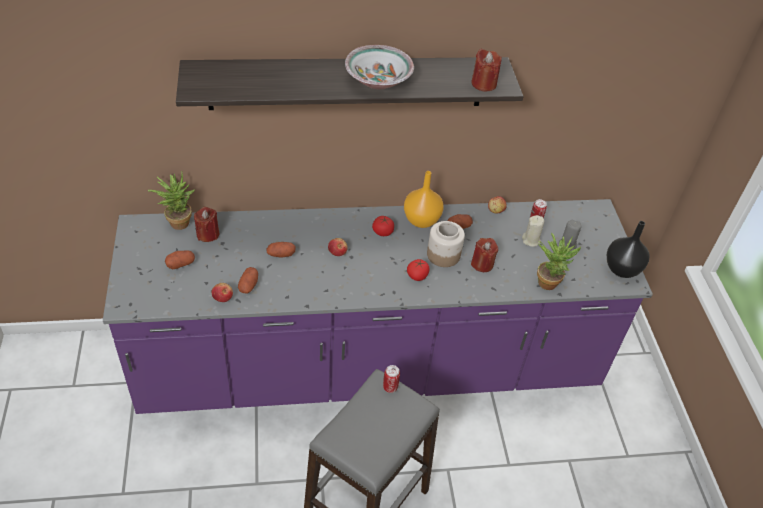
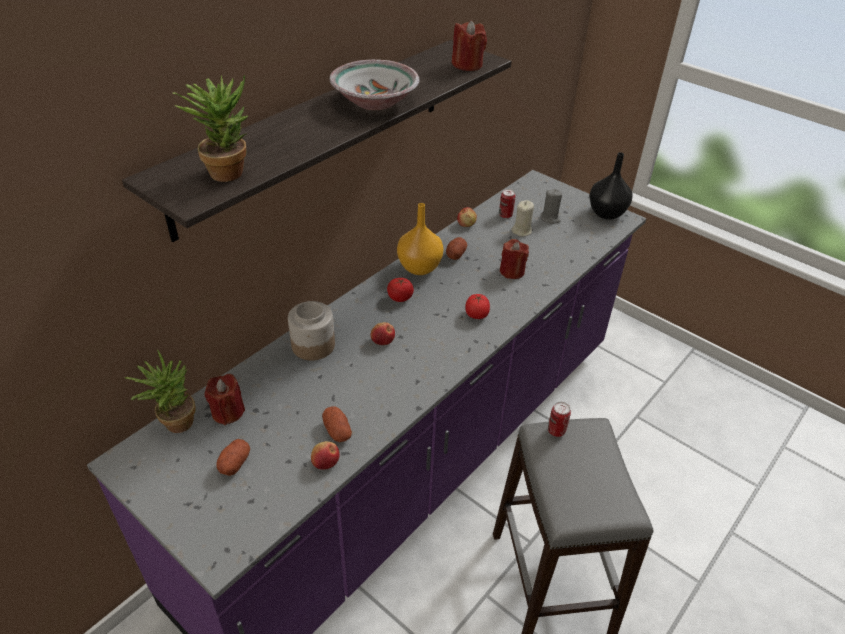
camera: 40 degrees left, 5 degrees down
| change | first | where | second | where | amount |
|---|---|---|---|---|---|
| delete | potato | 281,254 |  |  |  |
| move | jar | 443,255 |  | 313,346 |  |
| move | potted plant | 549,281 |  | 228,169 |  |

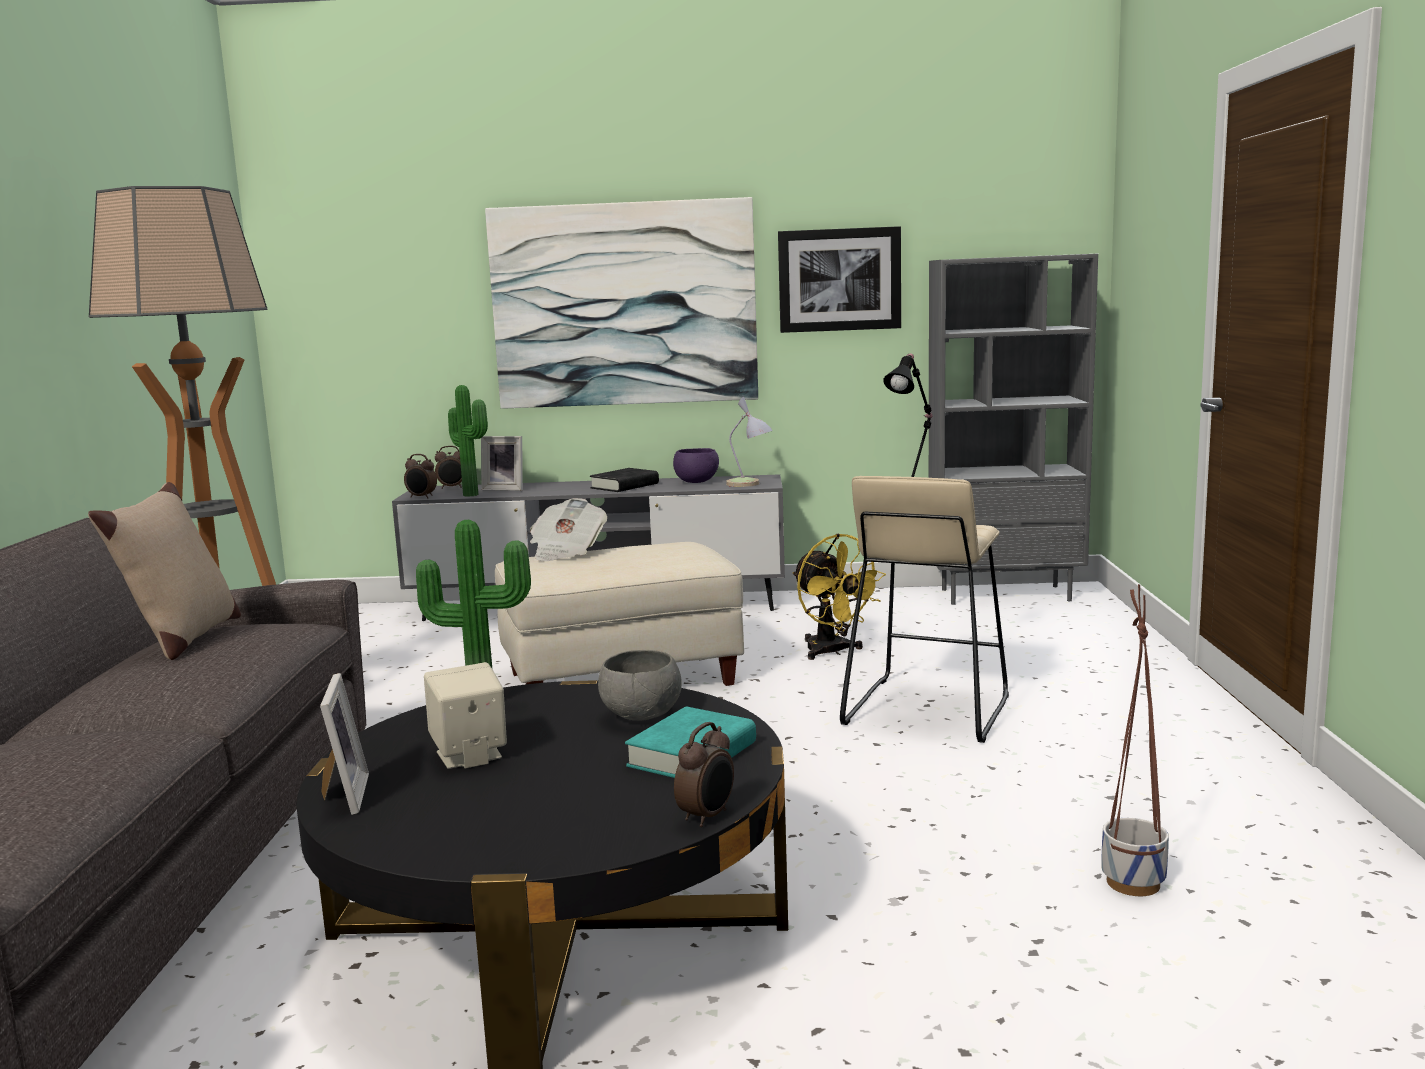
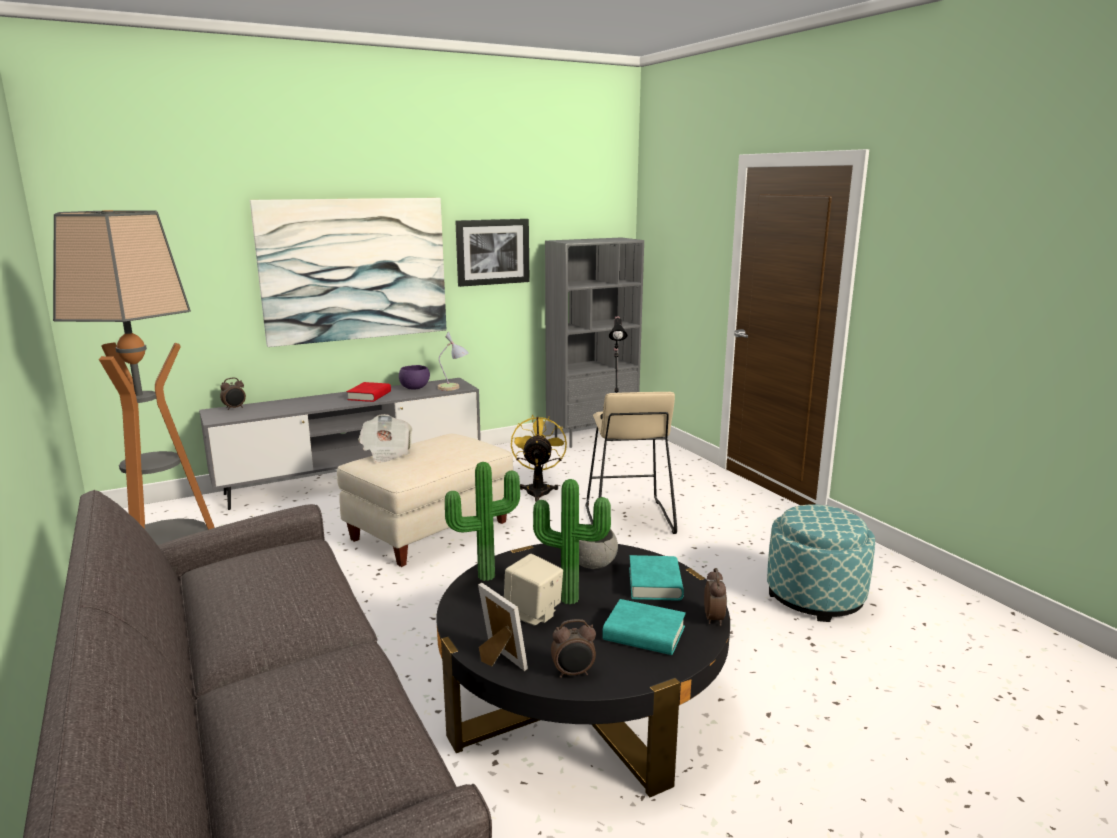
camera: 30 degrees left, 5 degrees up
| change | first | where | second | where | amount |
|---|---|---|---|---|---|
| delete | pillow (beige) | 183,640 |  |  |  |
| move | alarm clock | 421,497 |  | 573,673 |  |
| move | potted plant | 473,494 |  | 570,597 |  |
| delete | picture frame | 505,489 |  |  |  |
| recolor | book (black) | 624,486 | book (red) | 369,396 |  |
| rotate | fan (yellow) | 832,652 |  | 538,490 | 120 degrees counterclockwise |
| replace | planter | 1132,883 | ottoman | 815,597 |  |
| insert |  |  | book (turquoise) | 644,634 |  |

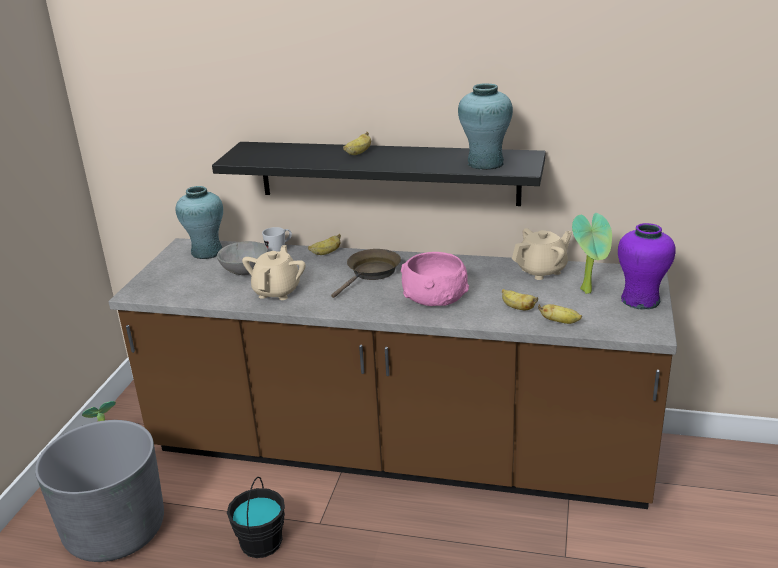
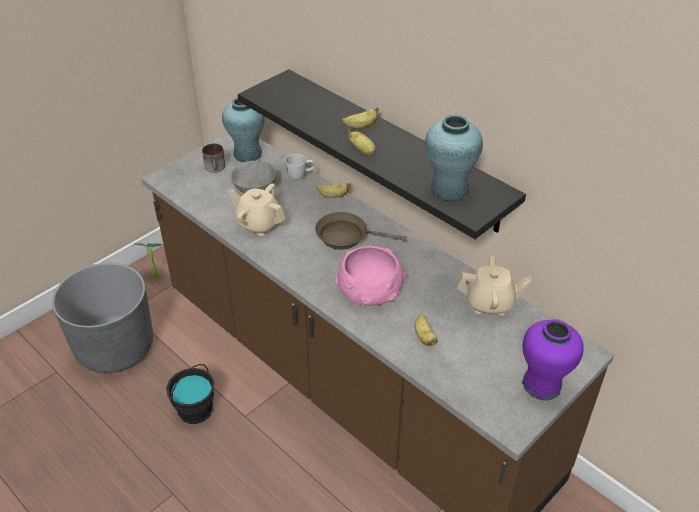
camera: 30 degrees right, 15 degrees up
| change | first | where | second | where | amount |
|---|---|---|---|---|---|
| rotate | teapot (beige) | 277,291 |  | 258,224 | 105 degrees counterclockwise |
| rotate | frying pan (brown) | 371,273 |  | 346,237 | 150 degrees counterclockwise |
| move | banana | 560,322 |  | 363,151 |  |
| delete | potted plant | 589,291 |  |  |  |
| insert |  |  | mug | 216,168 |  |

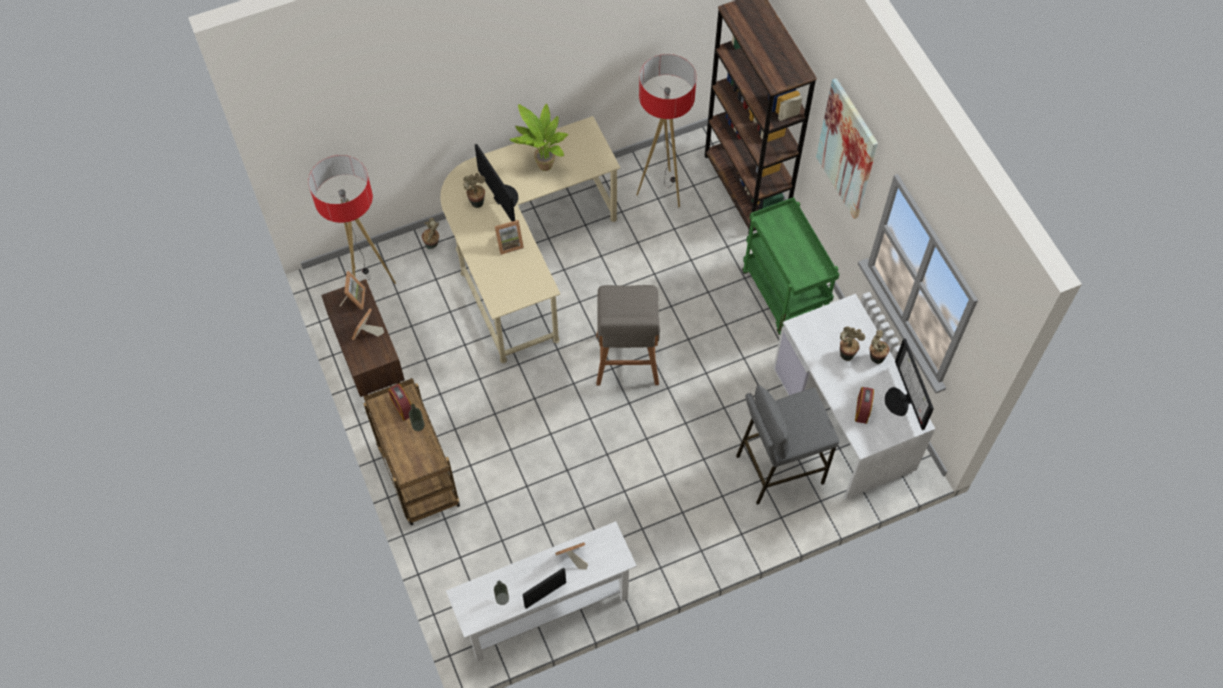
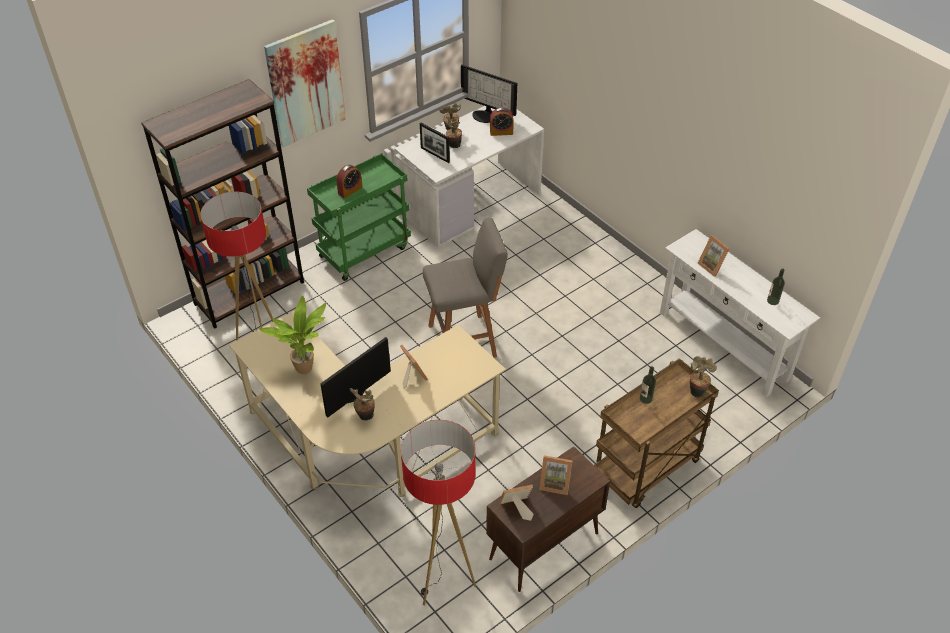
camera: 105 degrees left, 15 degrees down
| change | first | where | second | where | amount |
|---|---|---|---|---|---|
| move | alarm clock | 402,407 |  | 350,190 |  |
| move | potted plant | 433,245 |  | 697,390 |  |
| move | picture frame | 545,594 |  | 435,155 |  |
| delete | stool (grey) | 779,468 |  |  |  |
| rotate | monitor | 900,401 |  | 485,115 | 60 degrees clockwise |

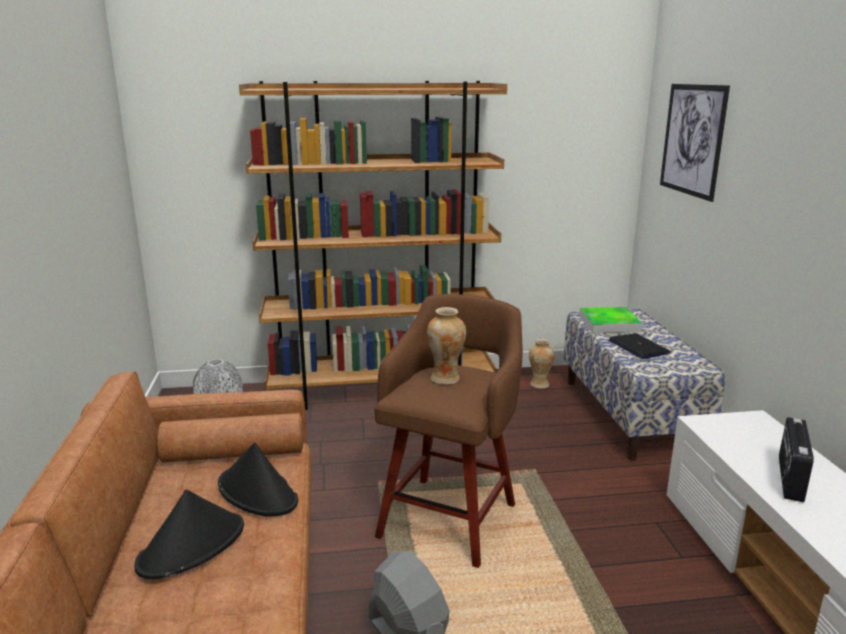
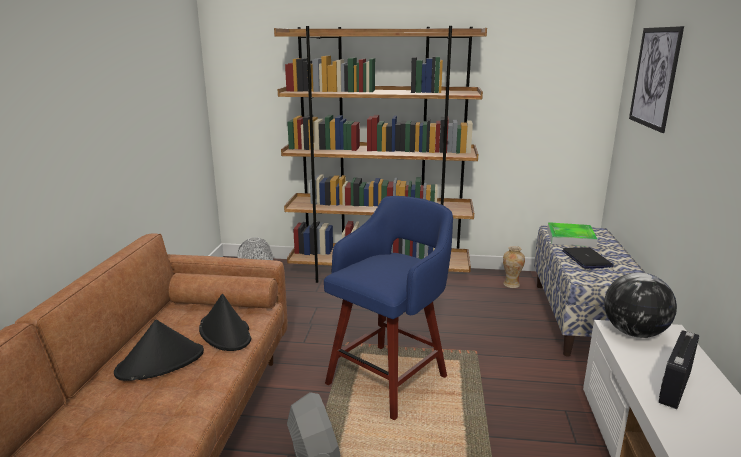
camera: 15 degrees right, 0 degrees up
| change | first | where | second | where | amount |
|---|---|---|---|---|---|
| recolor | stool (brown) | 450,517 | stool (blue) | 389,378 |  |
| delete | vase | 445,379 |  |  |  |
| insert |  |  | globe | 633,333 |  |

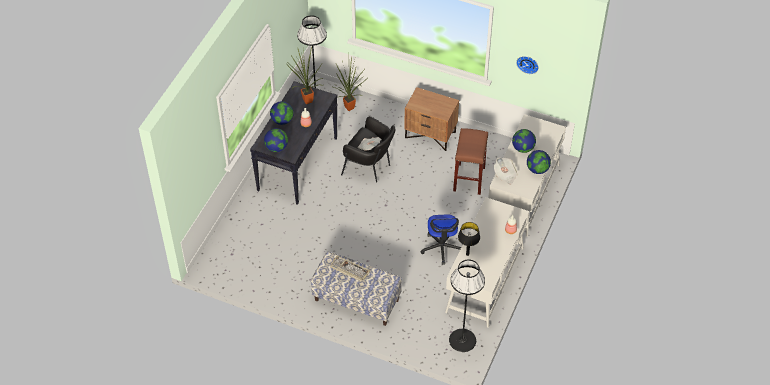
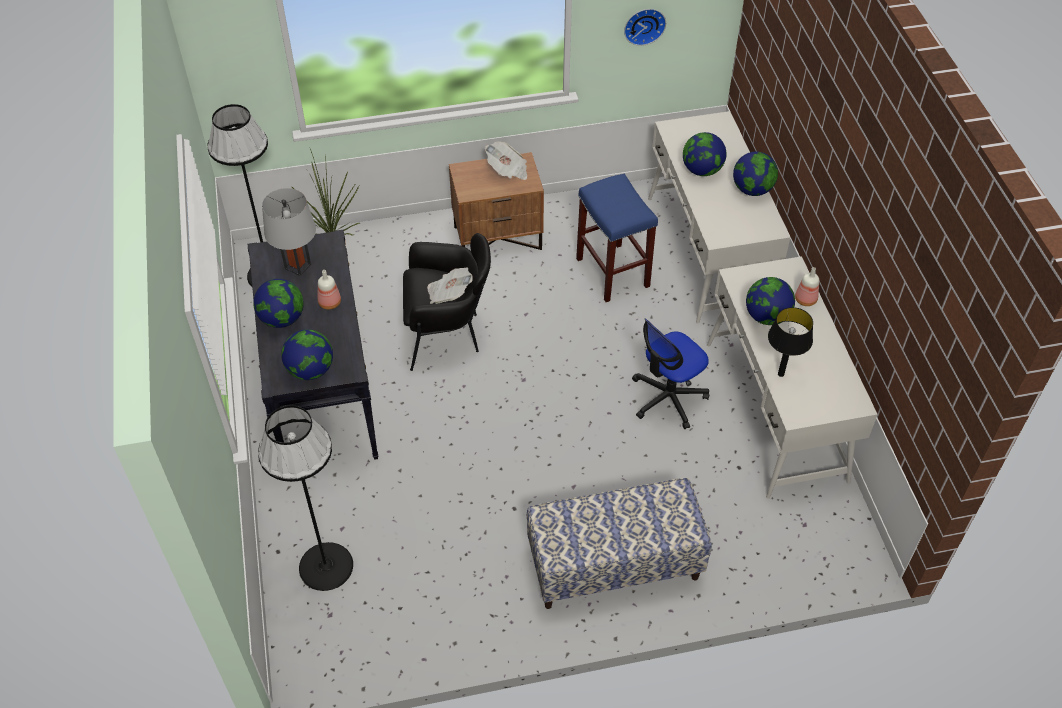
camera: 35 degrees left, 0 degrees up
| change | first | where | second | where | amount |
|---|---|---|---|---|---|
| replace | potted plant | 306,101 | table lamp (grey) | 298,266 |  |
| delete | keyboard | 349,269 |  |  |  |
| rotate | office chair | 441,248 |  | 668,398 | 90 degrees clockwise |
| move | floor lamp (black) | 462,340 |  | 325,566 |  |
| recolor | stool (brown) | 469,178 | stool (blue) | 611,272 |  |
| move | newspaper | 505,175 |  | 507,170 |  |
| insert |  |  | globe | 766,316 |  |

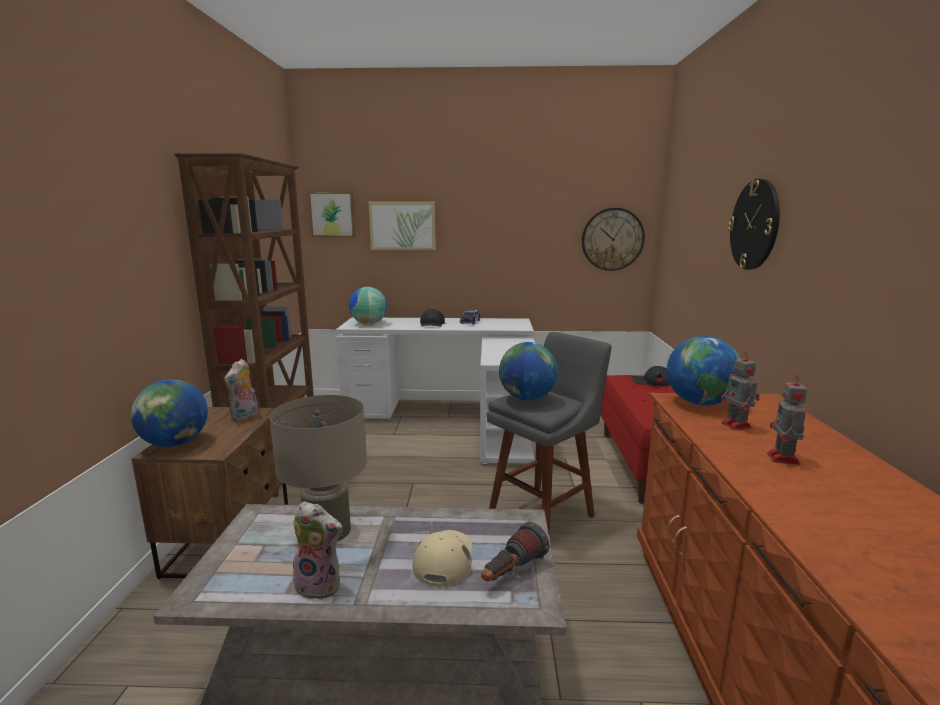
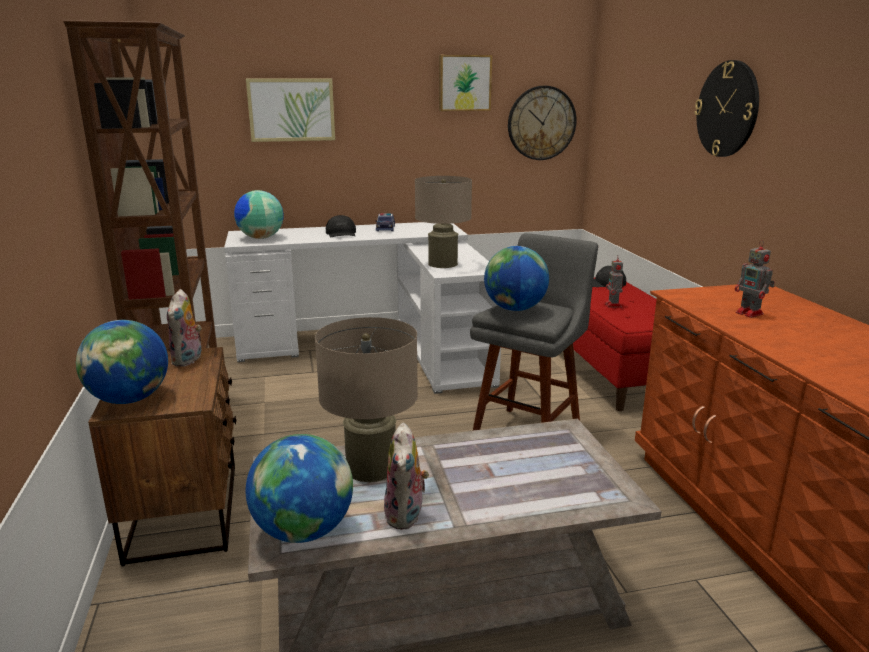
camera: 15 degrees left, 5 degrees up
| change | first | where | second | where | amount |
|---|---|---|---|---|---|
| rotate | plush toy | 321,584 |  | 406,516 | 90 degrees clockwise |
| move | picture | 333,214 |  | 464,83 |  |
| delete | cap (beige) | 444,559 |  |  |  |
| delete | flashlight | 511,572 |  |  |  |
| move | globe | 699,403 |  | 303,531 |  |
| move | toy robot | 783,459 |  | 613,305 |  |
| insert |  |  | table lamp (beige) | 443,264 |  |

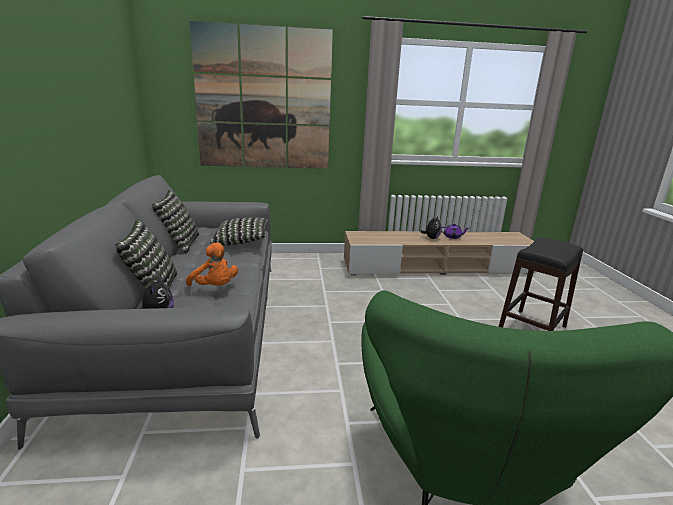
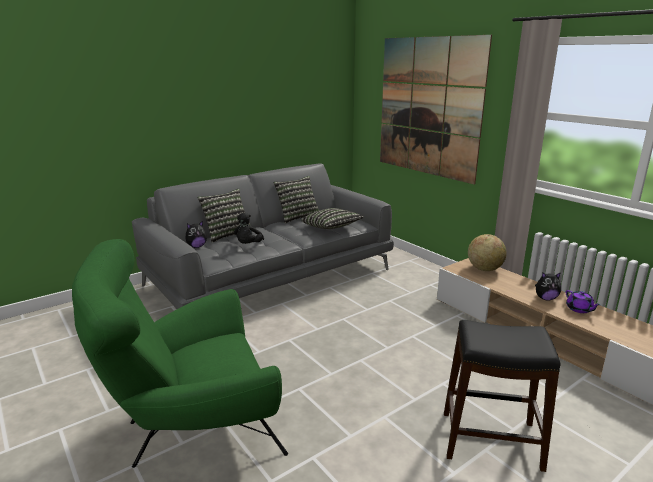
camera: 60 degrees right, 0 degrees up
| change | first | where | second | where | amount |
|---|---|---|---|---|---|
| recolor | plush toy (orange) | 215,287 | plush toy (black) | 248,245 |  |
| insert |  |  | globe | 484,269 |  |

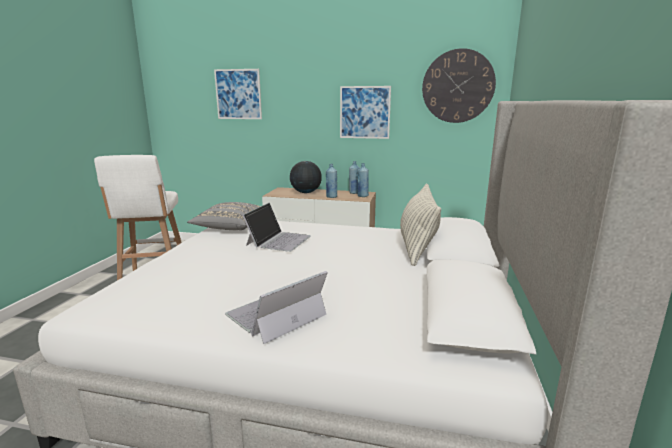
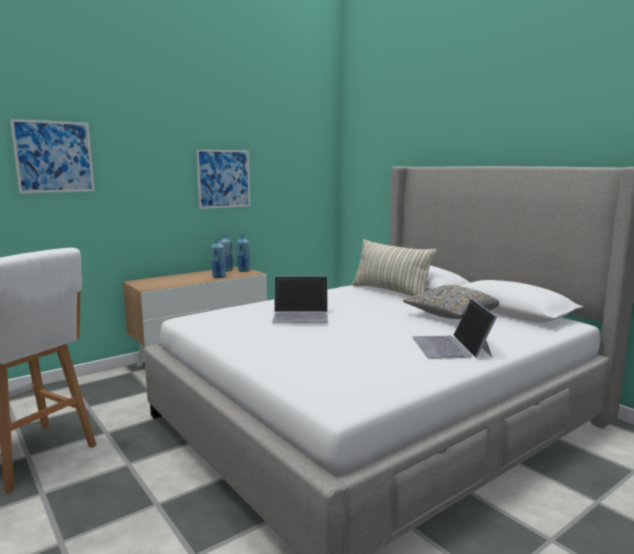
camera: 50 degrees left, 5 degrees down
| change | first | where | second | where | amount |
|---|---|---|---|---|---|
| move | pillow (grey) | 229,227 |  | 450,316 |  |
| rotate | laptop | 278,240 |  | 301,315 | 120 degrees clockwise |
| delete | globe | 305,192 |  |  |  |
| delete | wall clock | 458,86 |  |  |  |

